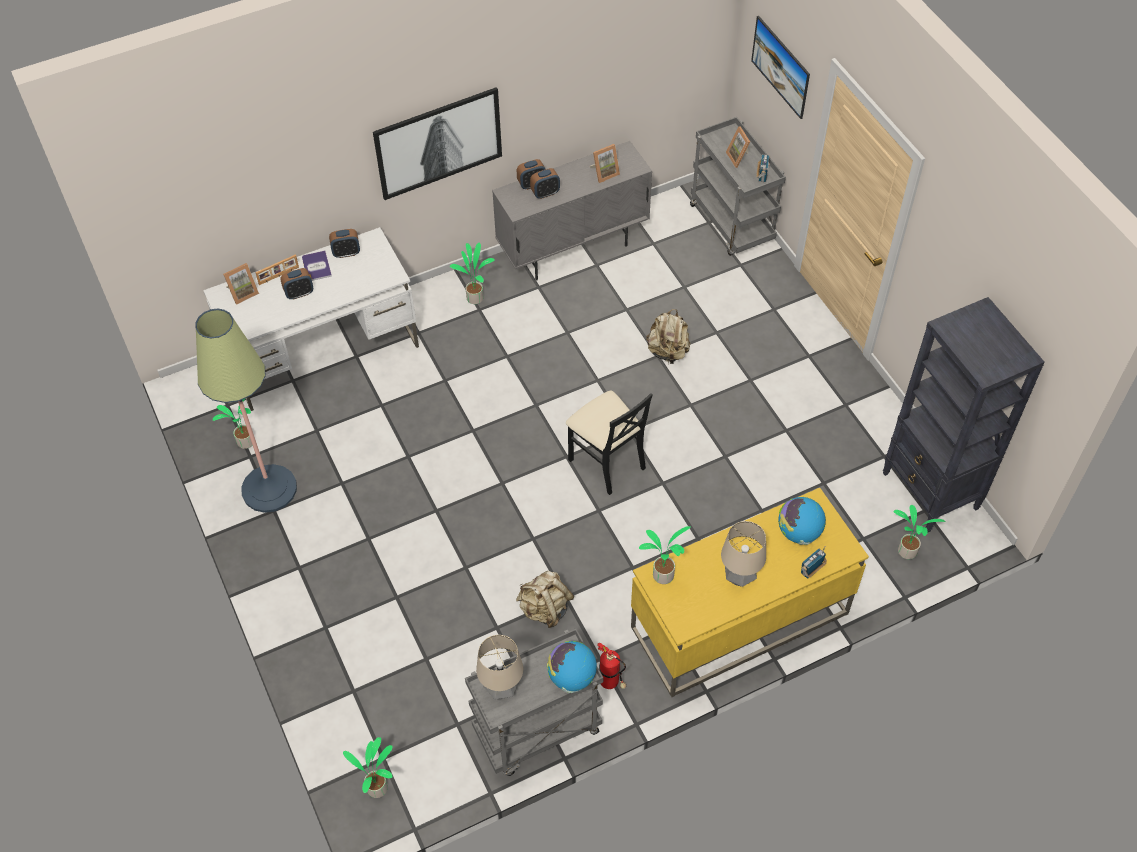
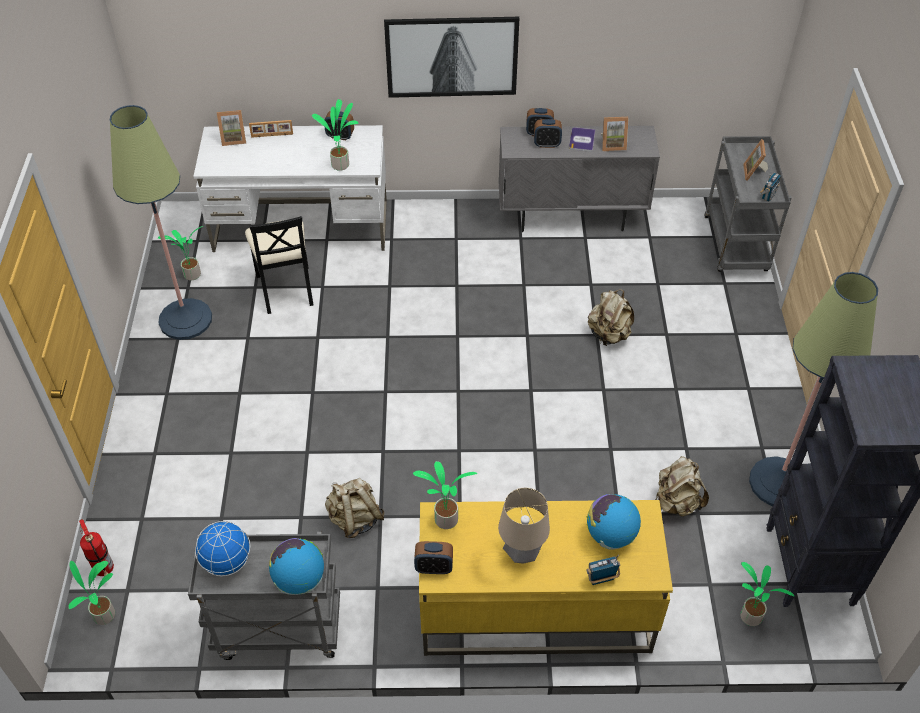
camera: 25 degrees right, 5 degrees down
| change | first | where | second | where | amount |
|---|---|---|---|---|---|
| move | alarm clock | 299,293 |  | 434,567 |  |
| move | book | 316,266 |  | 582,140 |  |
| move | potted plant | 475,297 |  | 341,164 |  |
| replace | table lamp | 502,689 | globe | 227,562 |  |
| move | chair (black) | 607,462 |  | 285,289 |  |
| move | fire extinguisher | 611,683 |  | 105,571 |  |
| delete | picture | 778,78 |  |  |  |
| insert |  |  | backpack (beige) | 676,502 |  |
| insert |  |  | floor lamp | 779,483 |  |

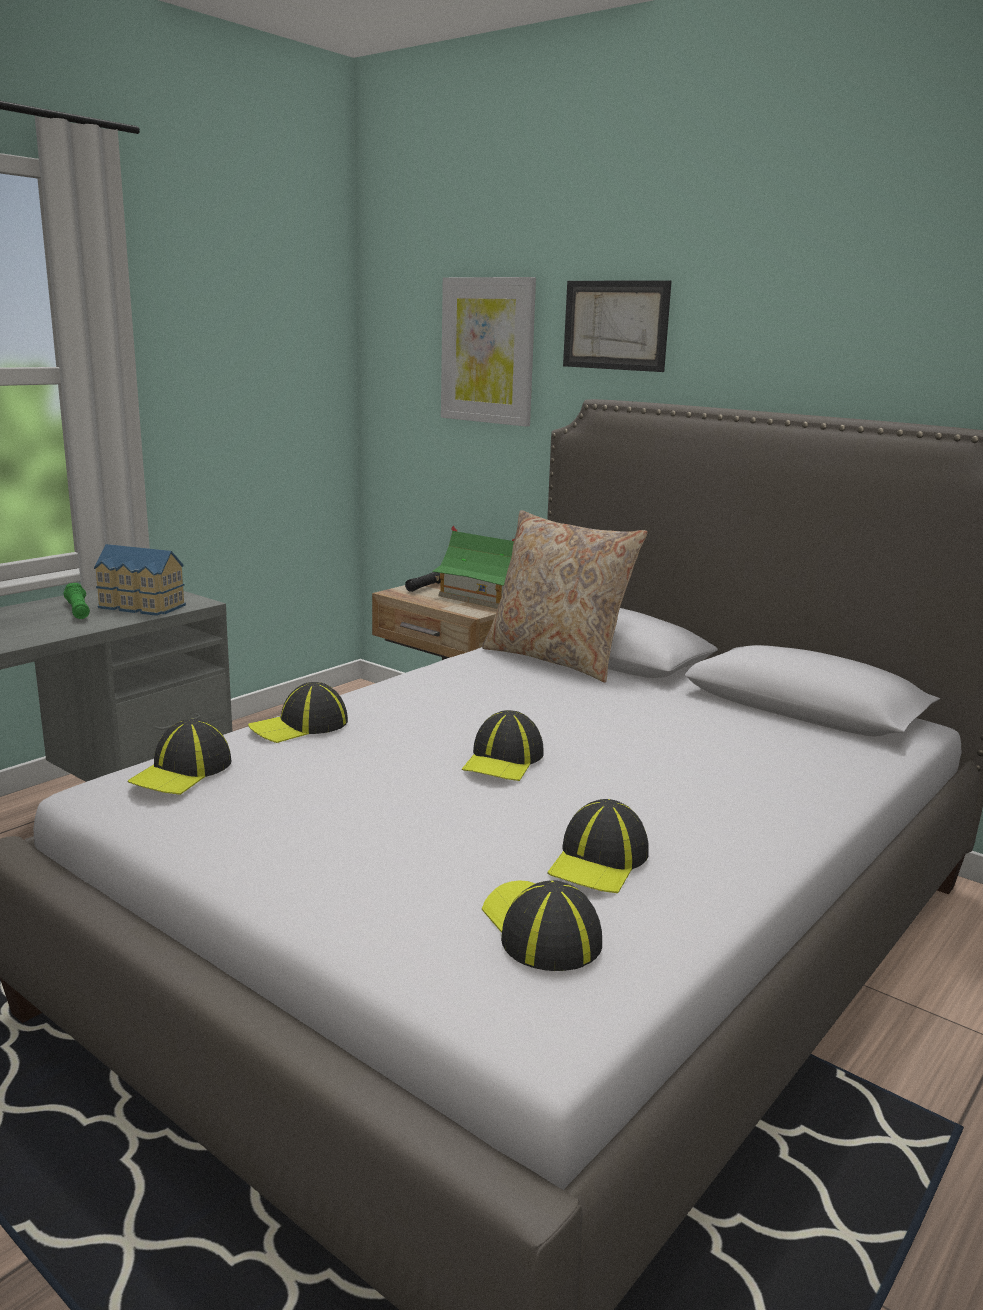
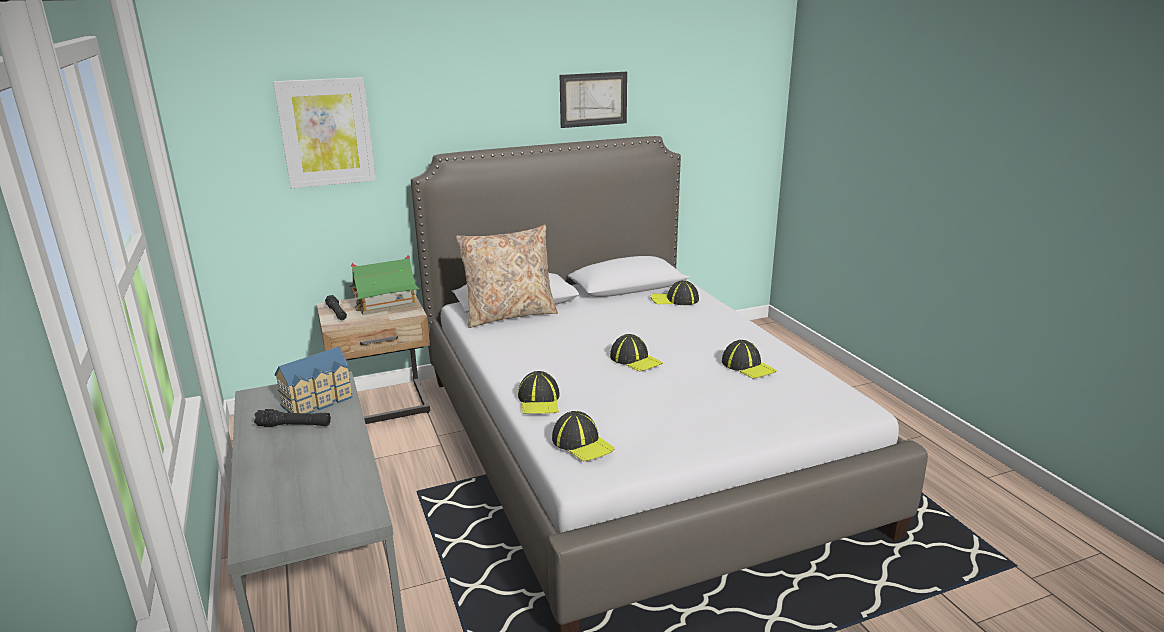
camera: 60 degrees left, 5 degrees up
| change | first | where | second | where | amount |
|---|---|---|---|---|---|
| recolor | flashlight (green) | 78,610 | flashlight (black) | 294,426 |  |
| move | cap | 540,930 |  | 675,300 |  |
| move | picture | 616,325 |  | 593,99 |  |

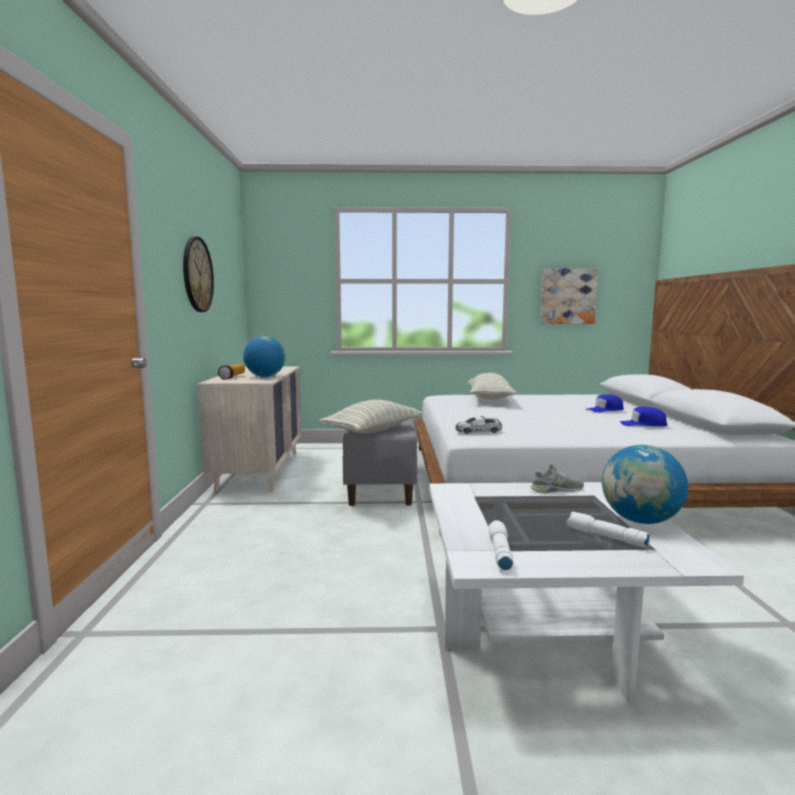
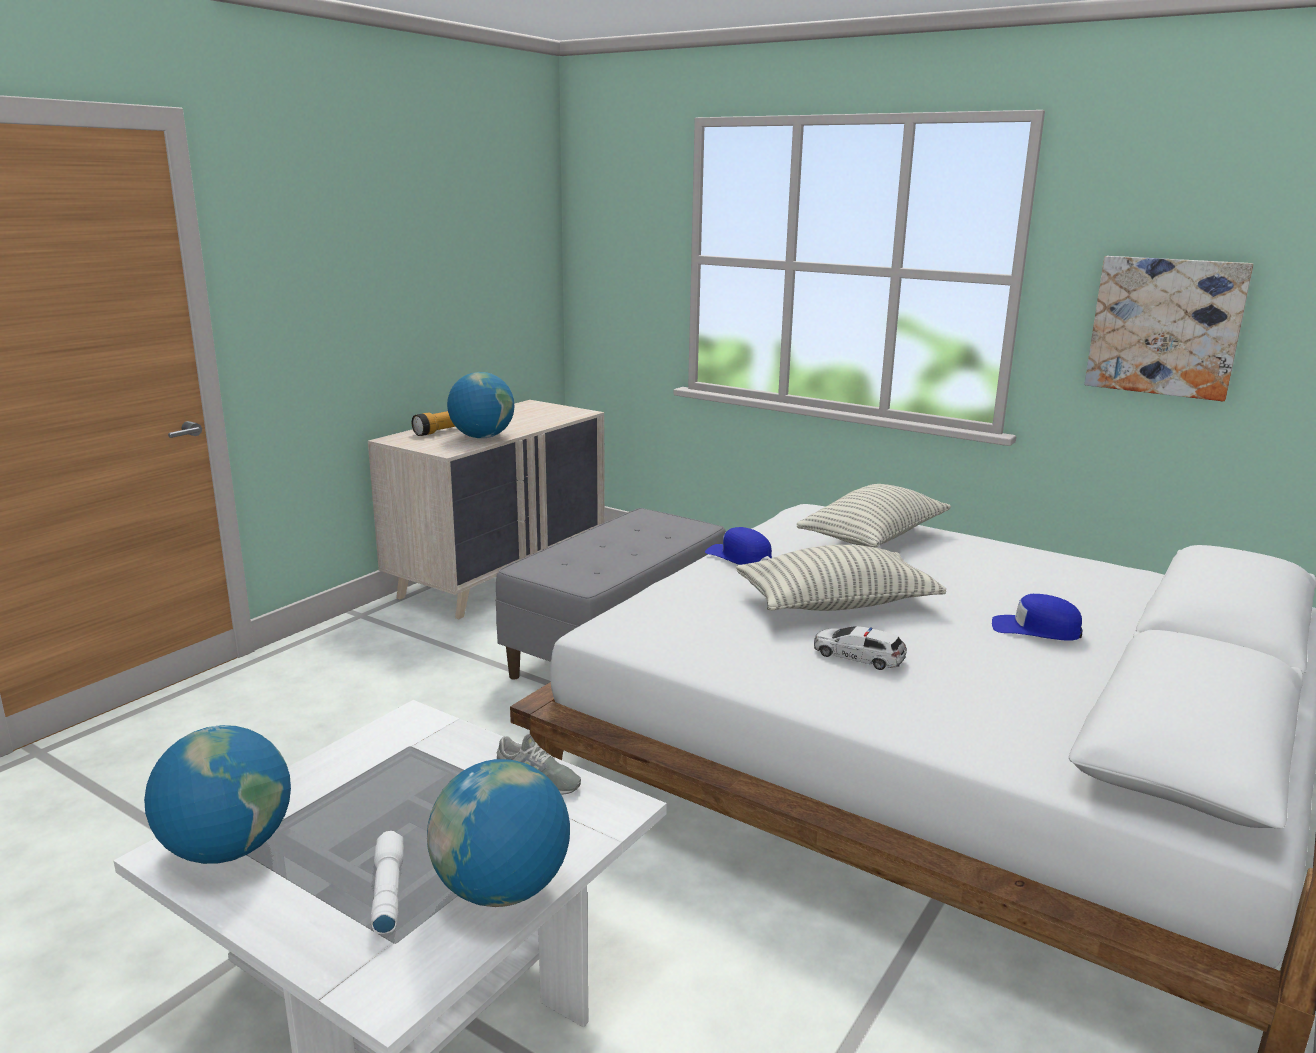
camera: 35 degrees right, 10 degrees up
| change | first | where | second | where | amount |
|---|---|---|---|---|---|
| delete | wall clock | 197,274 |  |  |  |
| move | pillow | 372,431 |  | 836,604 |  |
| move | toy car | 478,431 |  | 858,656 |  |
| replace | flashlight (white) | 499,552 | globe | 227,849 |  |
| move | cap (blue) | 642,424 |  | 739,557 |  |

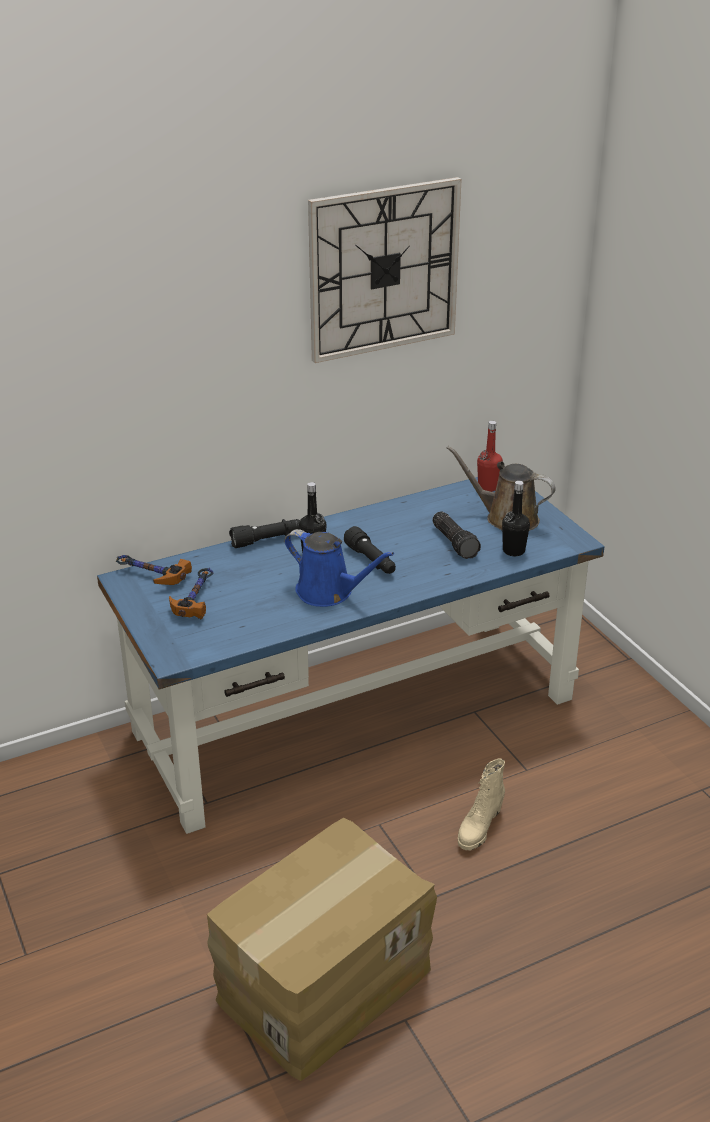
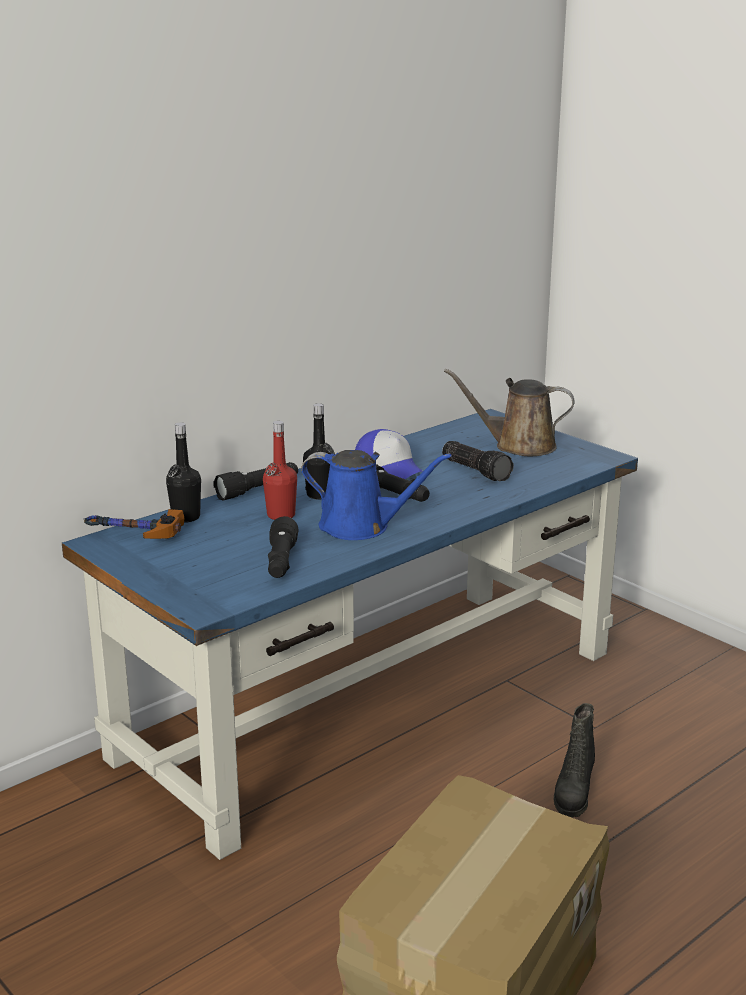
camera: 15 degrees left, 10 degrees down
| change | first | where | second | where | amount |
|---|---|---|---|---|---|
| delete | hammer | 195,598 |  |  |  |
| delete | wall clock | 383,269 |  |  |  |
| recolor | boot (beige) | 479,828 | boot (black) | 573,793 |  |
| move | bottle (red) | 488,487 |  | 281,515 |  |
| move | bottle (black) | 513,551 |  | 186,517 |  |
| insert |  |  | flashlight (black) | 281,562 |  |
| insert |  |  | cap | 390,468 |  |

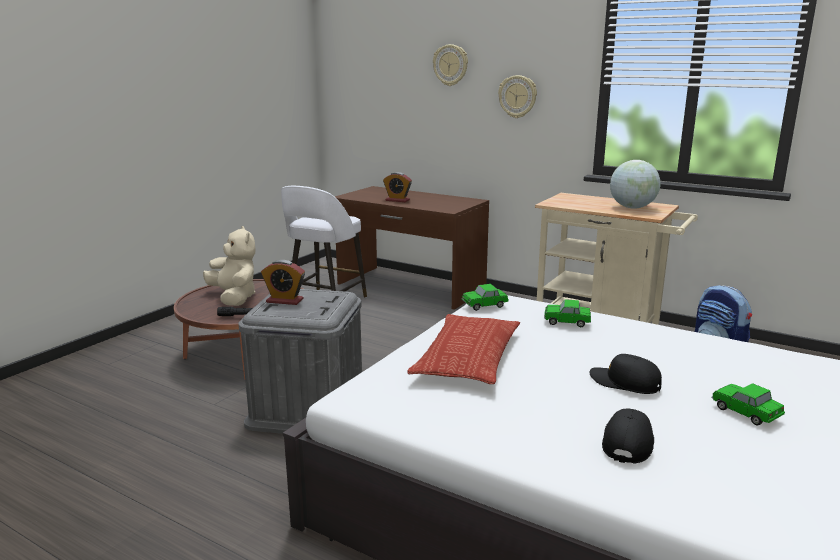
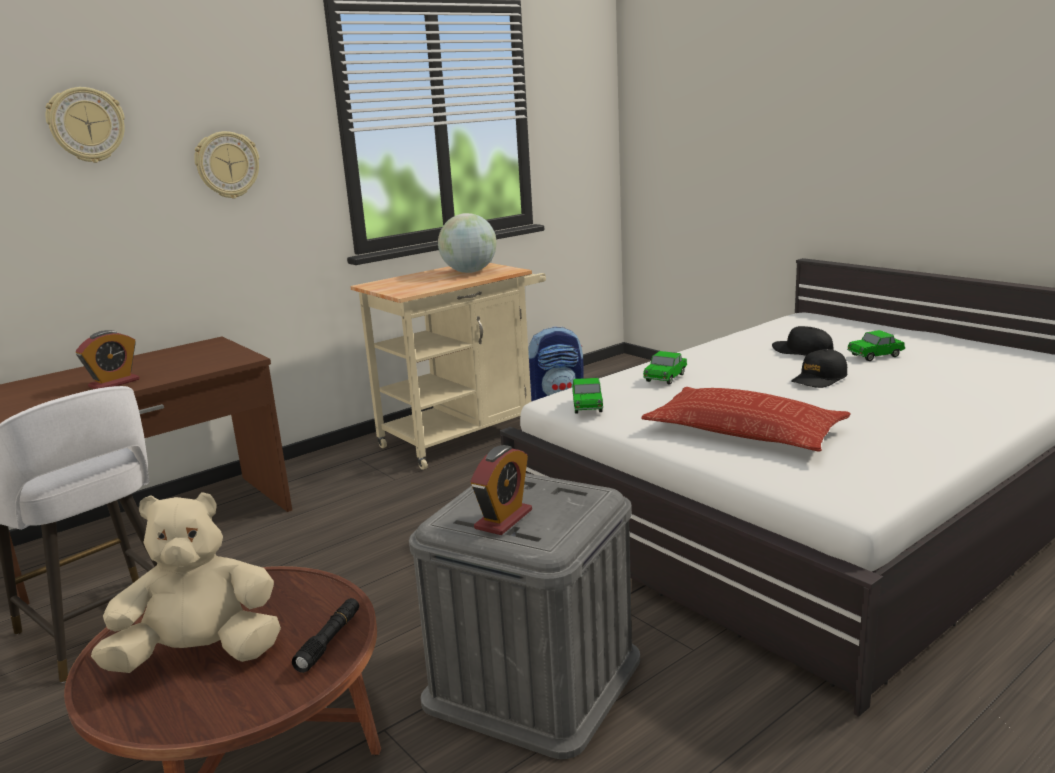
camera: 70 degrees left, 0 degrees up
| change | first | where | second | where | amount |
|---|---|---|---|---|---|
| move | cap (black) | 628,443 |  | 802,351 |  |

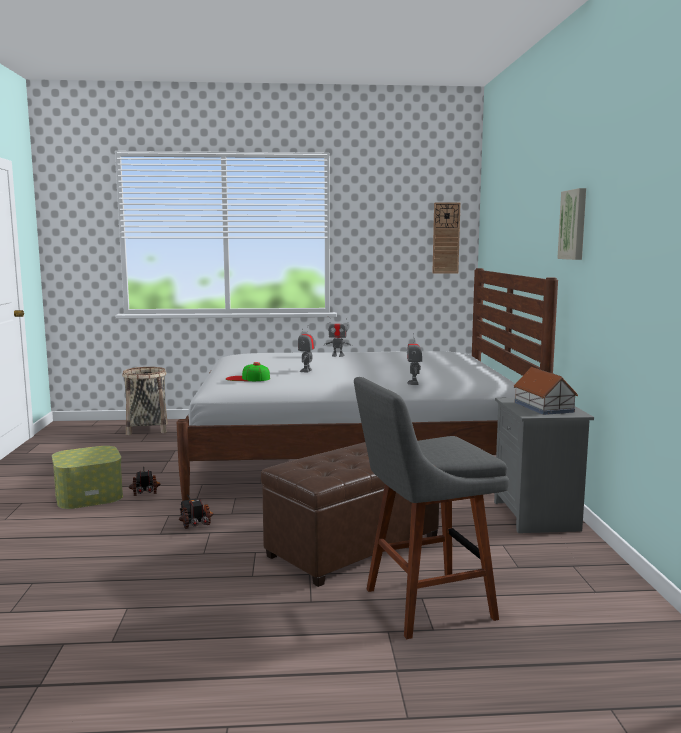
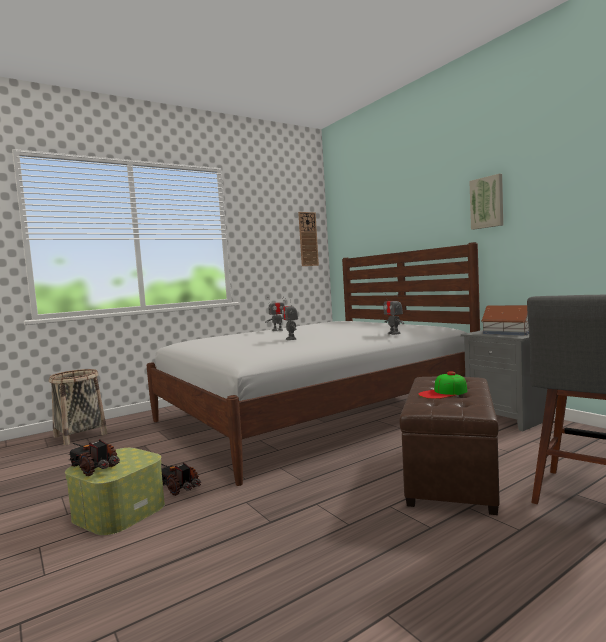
camera: 30 degrees left, 5 degrees down
| change | first | where | second | where | amount |
|---|---|---|---|---|---|
| move | toy truck | 195,522 |  | 94,468 |  |
| move | cap | 247,378 |  | 443,393 |  |

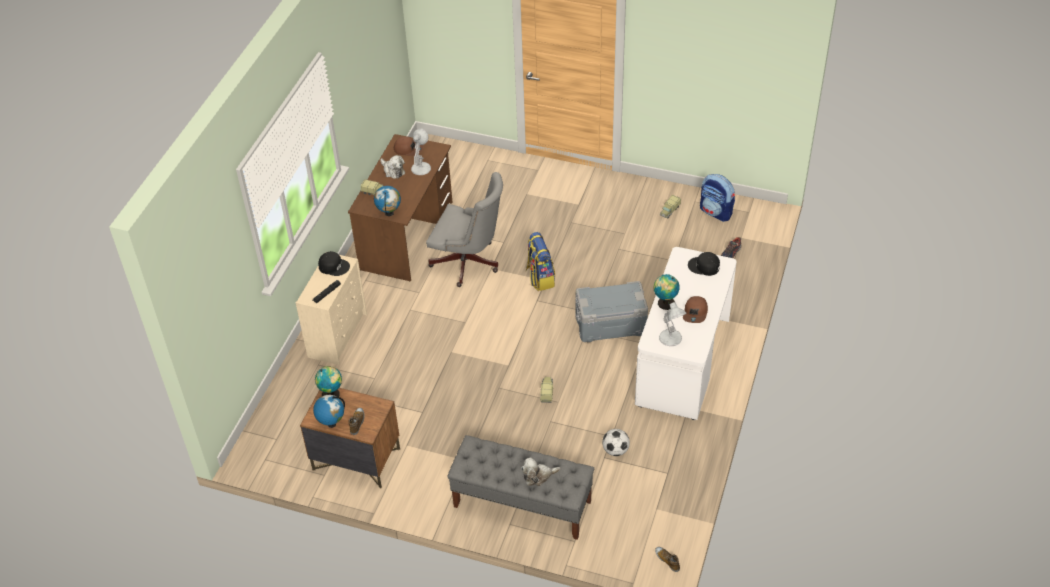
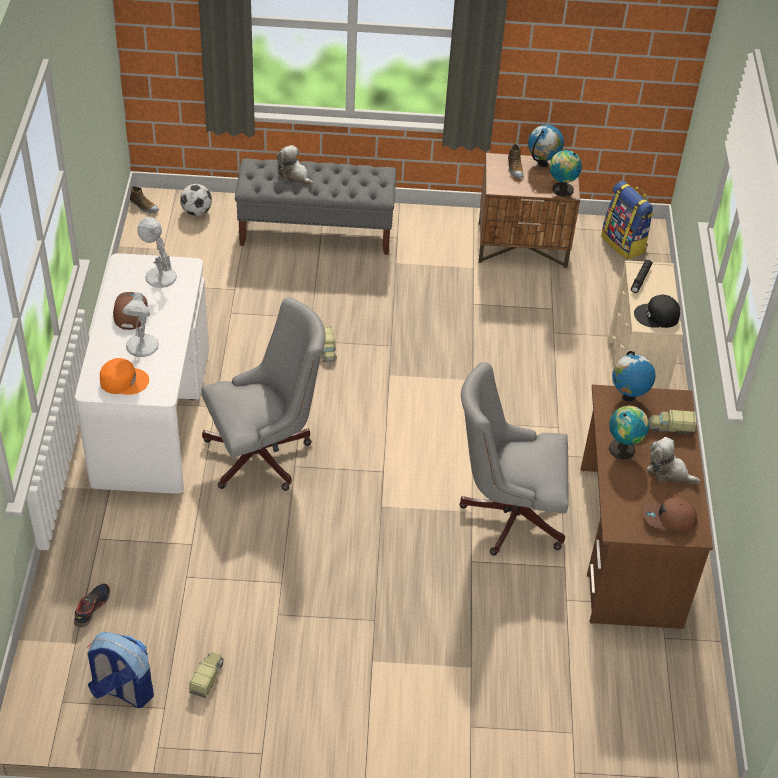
camera: 160 degrees right, 0 degrees up
| change | first | where | second | where | amount |
|---|---|---|---|---|---|
| move | table lamp (white) | 421,167 |  | 142,346 |  |
| rotate | plush toy | 538,476 |  | 294,175 | 105 degrees counterclockwise |
| move | backpack | 540,278 |  | 624,244 |  |
| replace | storage box (grey) | 610,324 | office chair (grey) | 265,454 |  |
| move | football | 615,450 |  | 196,212 |  |
| move | globe | 665,303 |  | 623,448 |  |
| recolor | cap (black) | 704,266 | cap (orange) | 124,380 |  |

